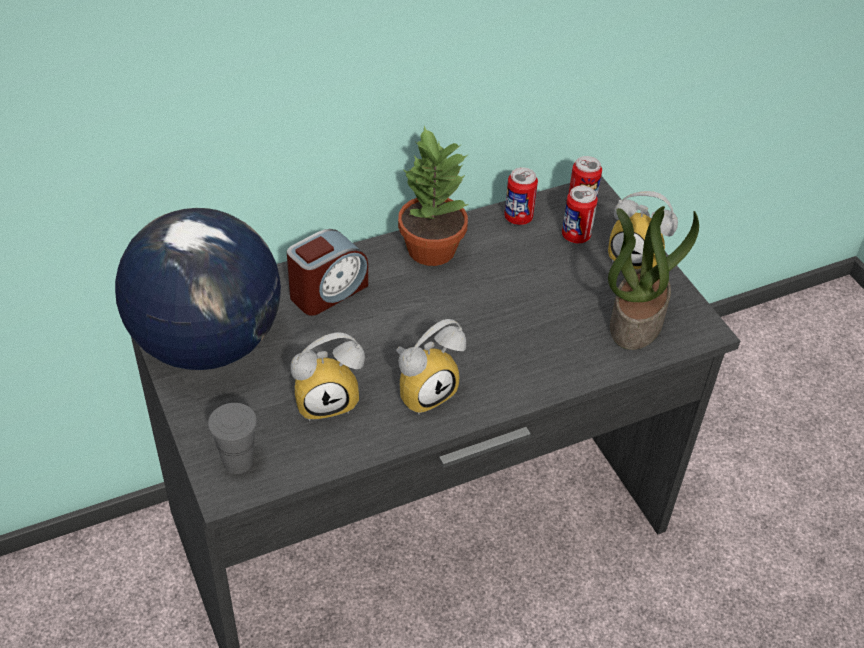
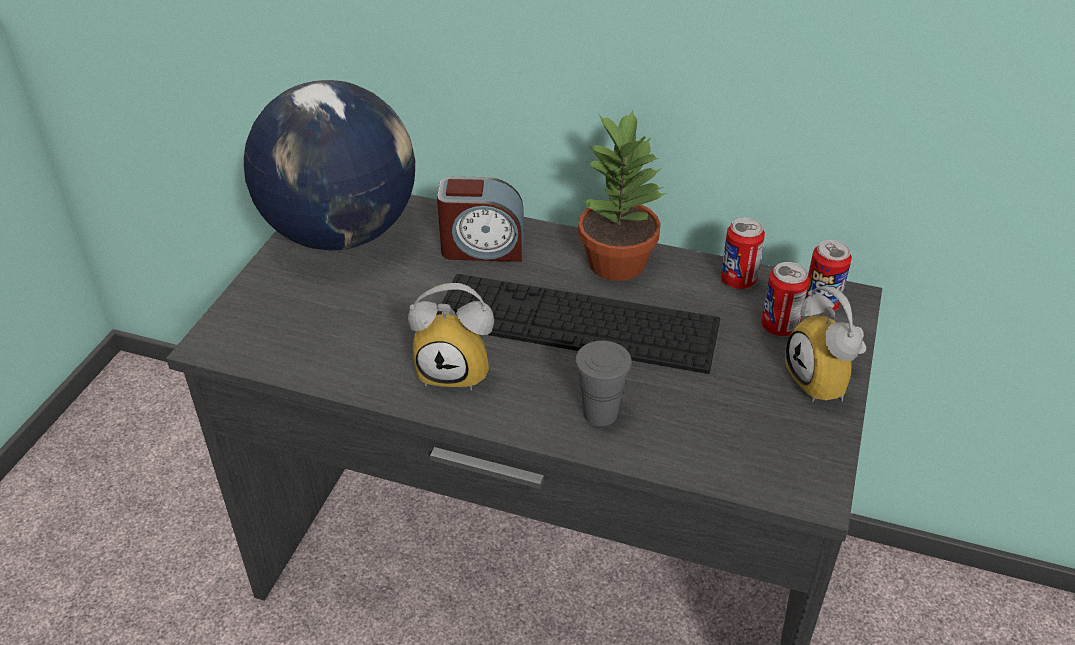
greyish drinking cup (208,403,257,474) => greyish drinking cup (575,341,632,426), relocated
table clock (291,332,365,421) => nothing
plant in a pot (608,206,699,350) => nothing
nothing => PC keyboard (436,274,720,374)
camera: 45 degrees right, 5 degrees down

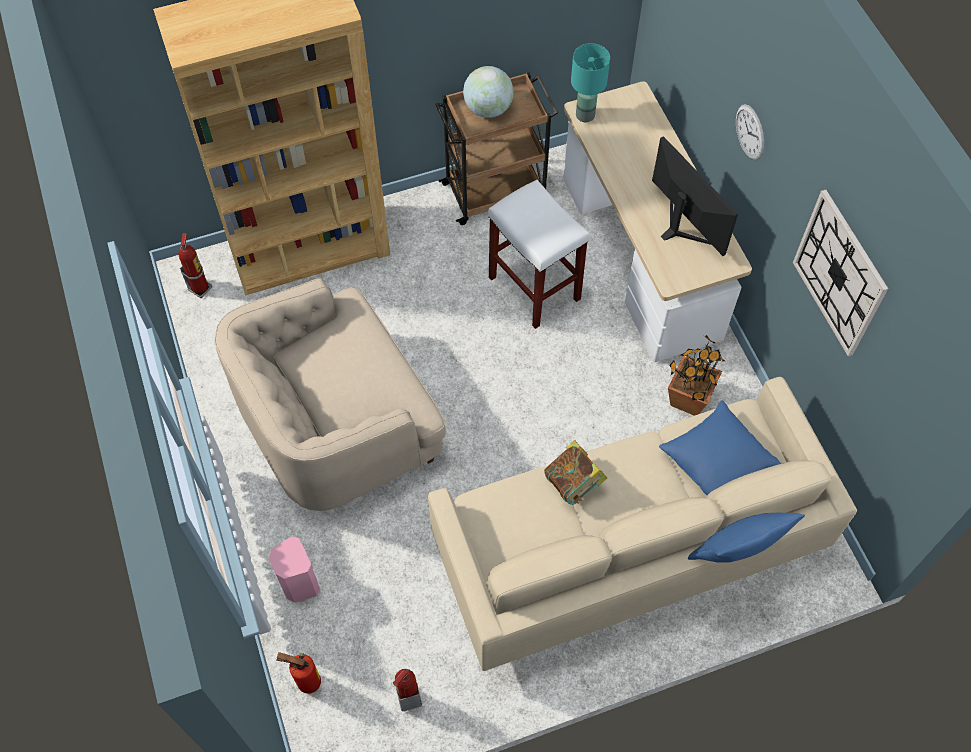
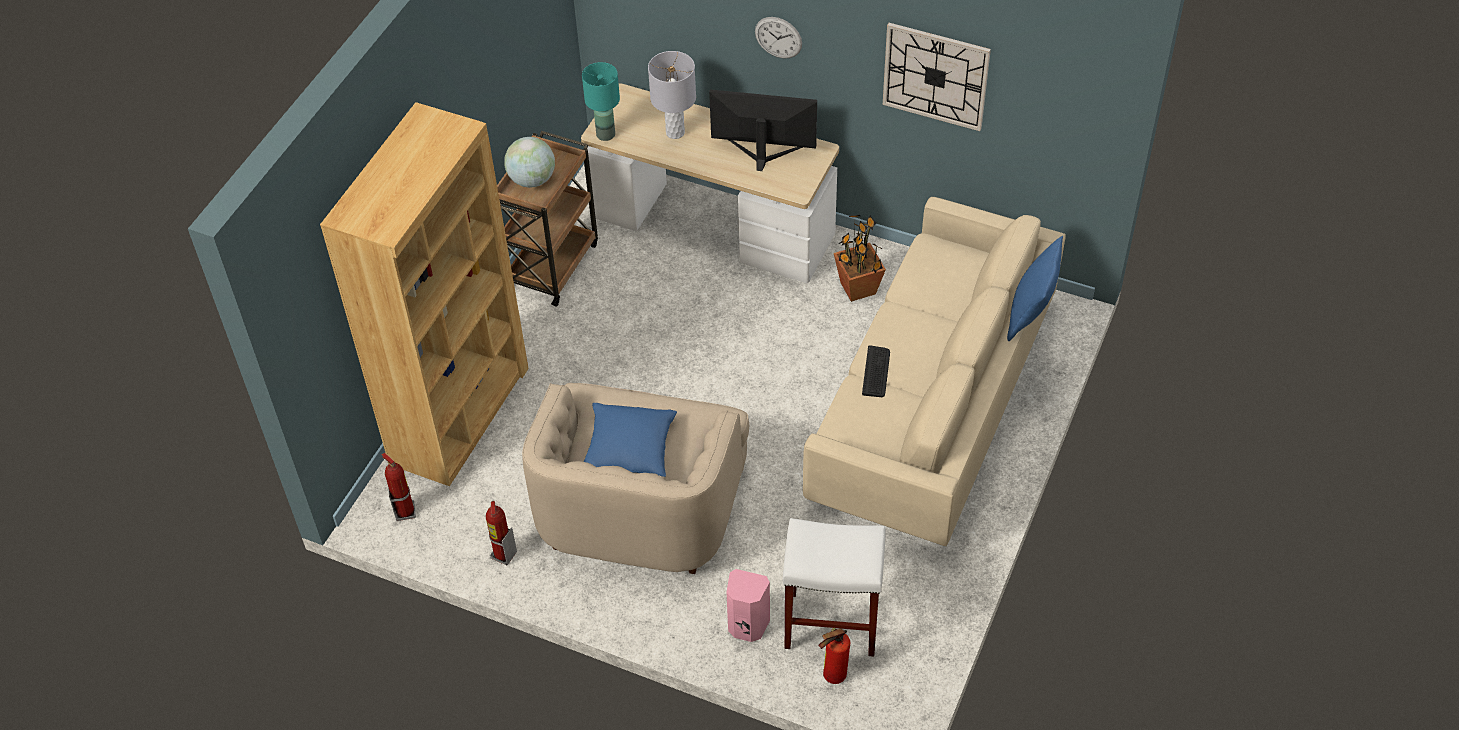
fire-fighting cylinder (393,669,422,711) => fire-fighting cylinder (486,501,517,565), relocated
white sitting stool (488,179,590,329) => white sitting stool (783,518,886,657), relocated
bound book (544,440,607,505) => PC keyboard (862,345,890,397)
bluish pillow (659,400,781,495) => bluish pillow (584,403,677,477), relocated
nothing => greyish tabletop lamp (648,51,696,139)
camera: 45 degrees left, 10 degrees down

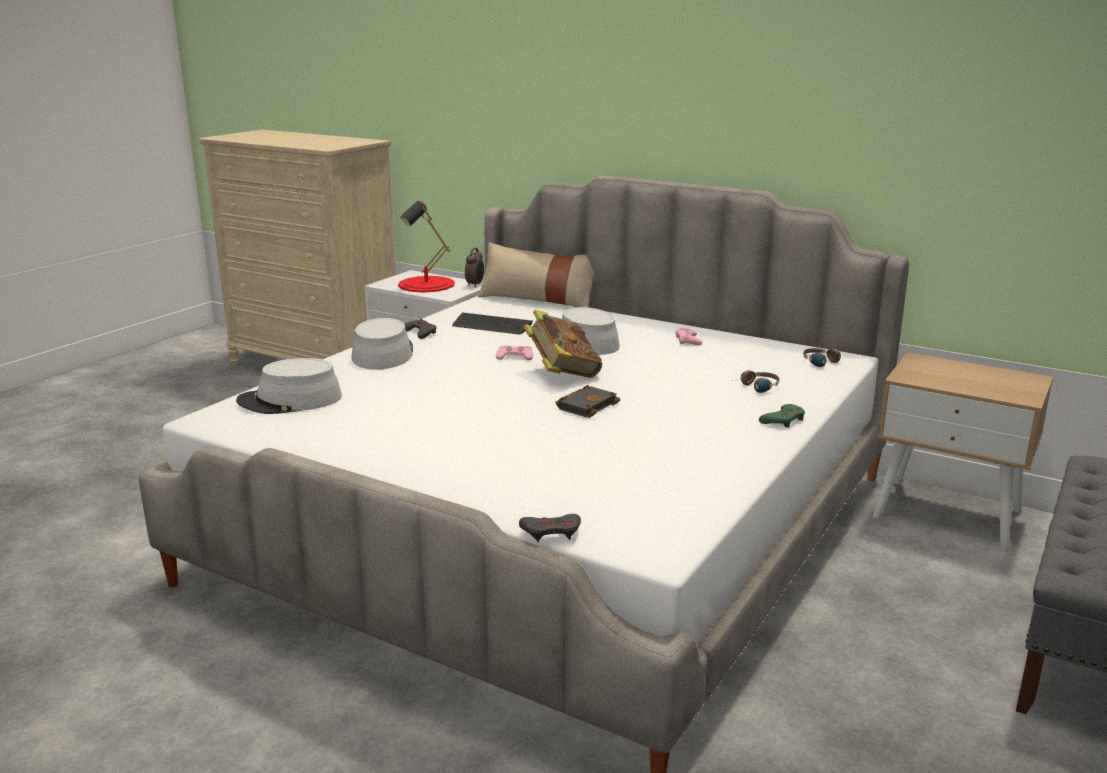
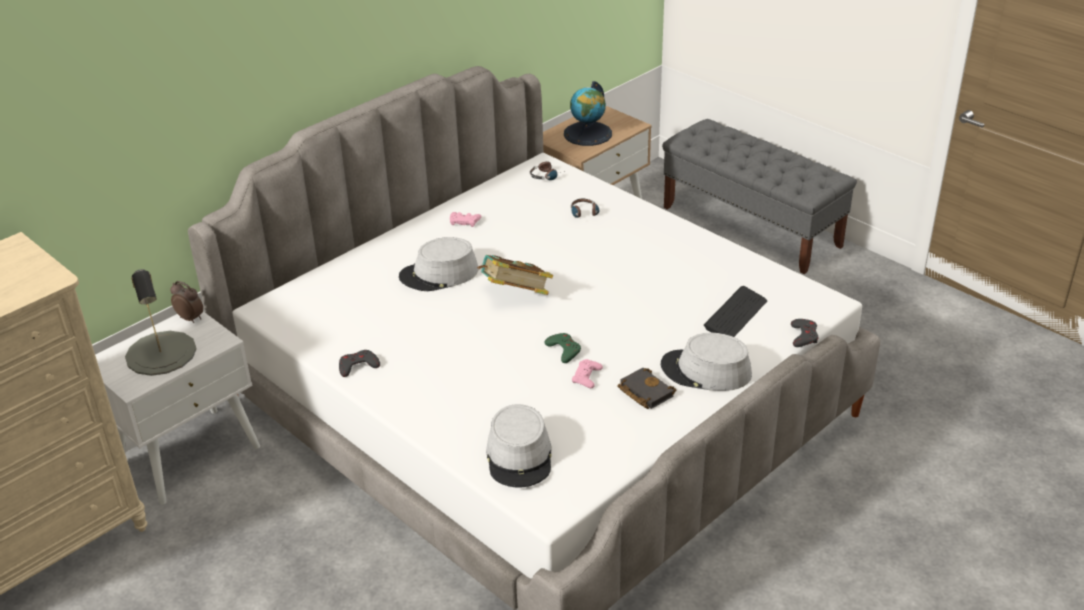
greyish clothing hat (352,318,413,370) => greyish clothing hat (661,333,752,391), relocated
red-coloured tabletop lamp (398,201,455,293) => greyish tabletop lamp (125,269,197,376)
PC keyboard (452,312,533,335) => PC keyboard (704,286,767,337), relocated
beige pillow (478,242,594,308) => nothing
pink gamepad (496,346,533,360) => pink gamepad (572,359,603,388), relocated
blackish bound book (555,385,620,418) => blackish bound book (617,368,676,409), relocated
green-coloured gamepad (759,404,805,428) => green-coloured gamepad (544,333,581,363), relocated
nothing => world globe (564,81,612,146)
camera: 75 degrees left, 15 degrees up

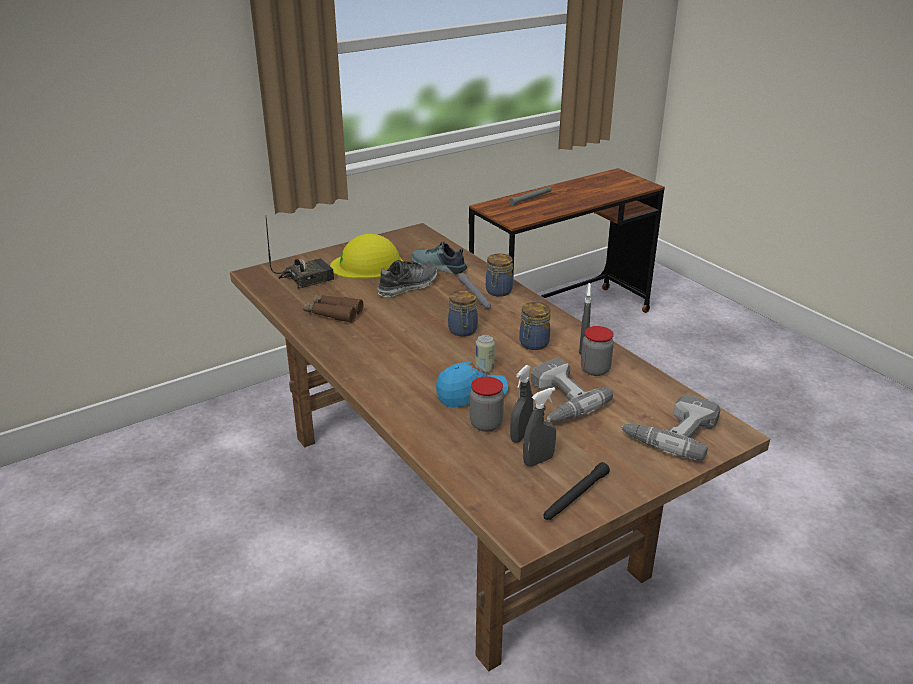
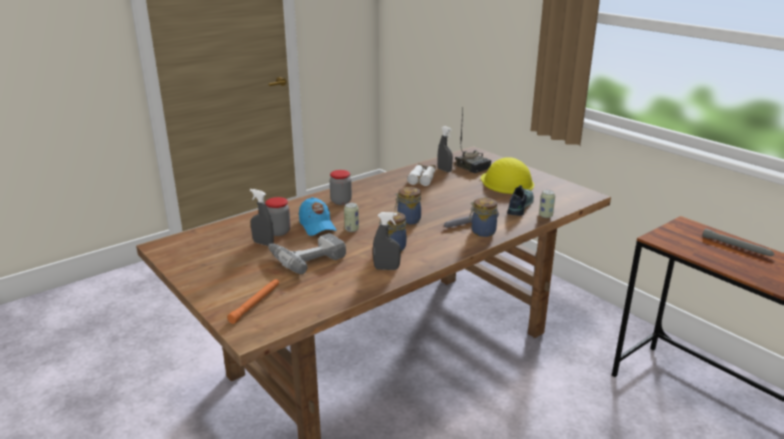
brown field glasses (303,295,363,323) => white field glasses (407,163,436,186)
item of footwear (377,260,437,297) => nothing
greyish spray bottle (523,387,556,467) => greyish spray bottle (437,126,453,172), relocated
blackish torch (543,462,610,520) => nothing
preserve jar (581,326,614,376) => preserve jar (330,170,352,205), relocated
power drill (621,395,720,460) => orange-coloured torch (227,279,279,324)
nothing => can (539,190,555,218)
camera: 85 degrees right, 5 degrees down

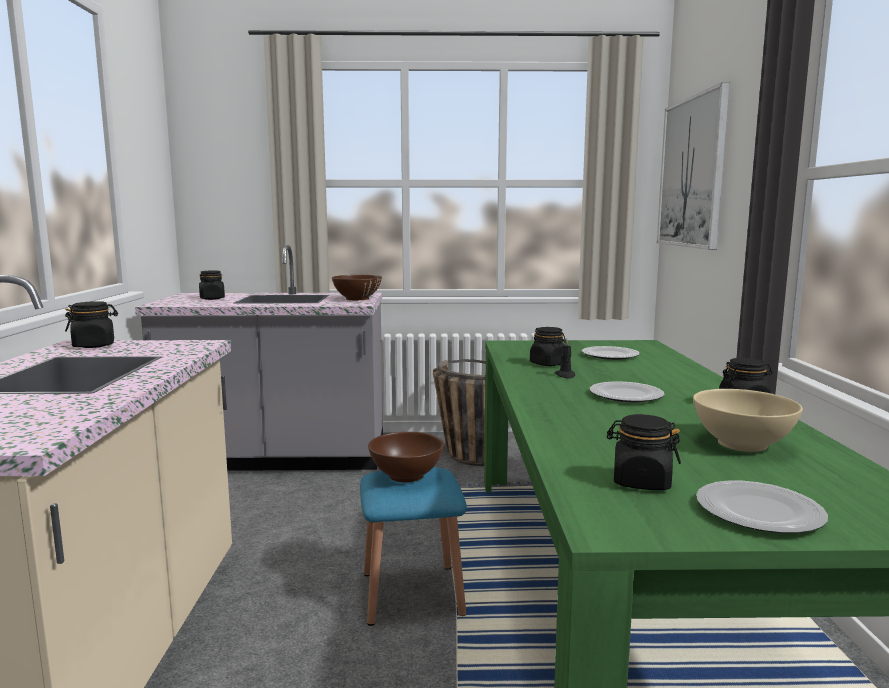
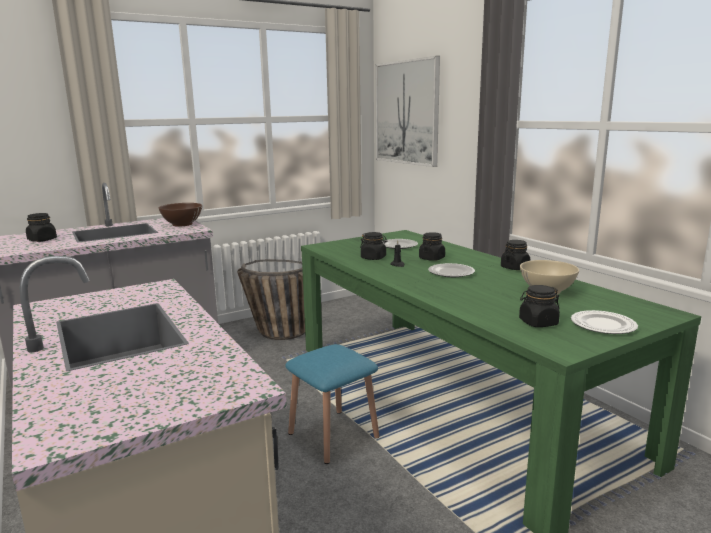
blackish preserve jar (65,301,118,348) => blackish preserve jar (419,232,445,261), relocated
brown deep dish (368,432,444,482) => nothing
camera: 30 degrees left, 5 degrees up

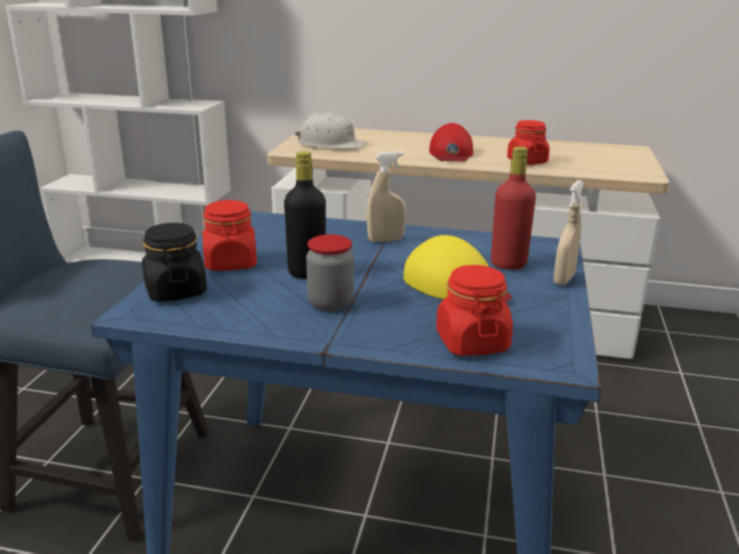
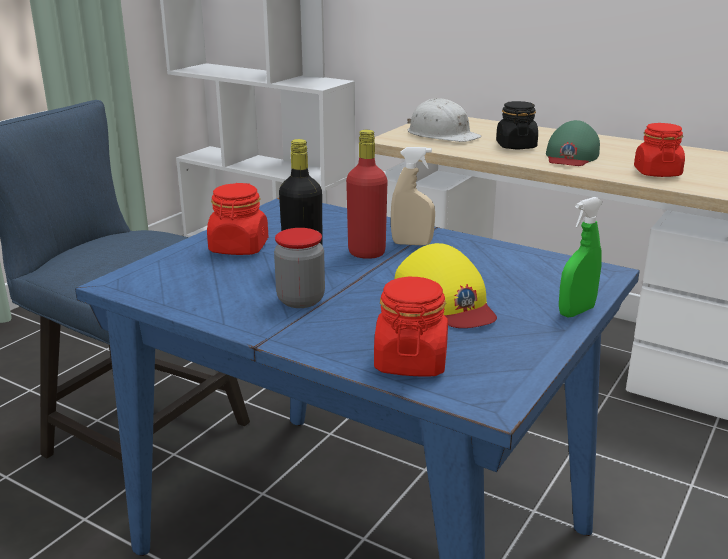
blackish preserve jar (142,223,207,302) => blackish preserve jar (496,101,538,149), relocated
red-coloured peaked cap (429,123,473,162) => green-coloured peaked cap (546,120,600,166)
red-coloured beverage bottle (491,147,536,270) => red-coloured beverage bottle (346,130,388,259), relocated
beige spray bottle (553,180,584,285) => green-coloured spray bottle (559,197,603,317)
camera: 20 degrees right, 0 degrees up

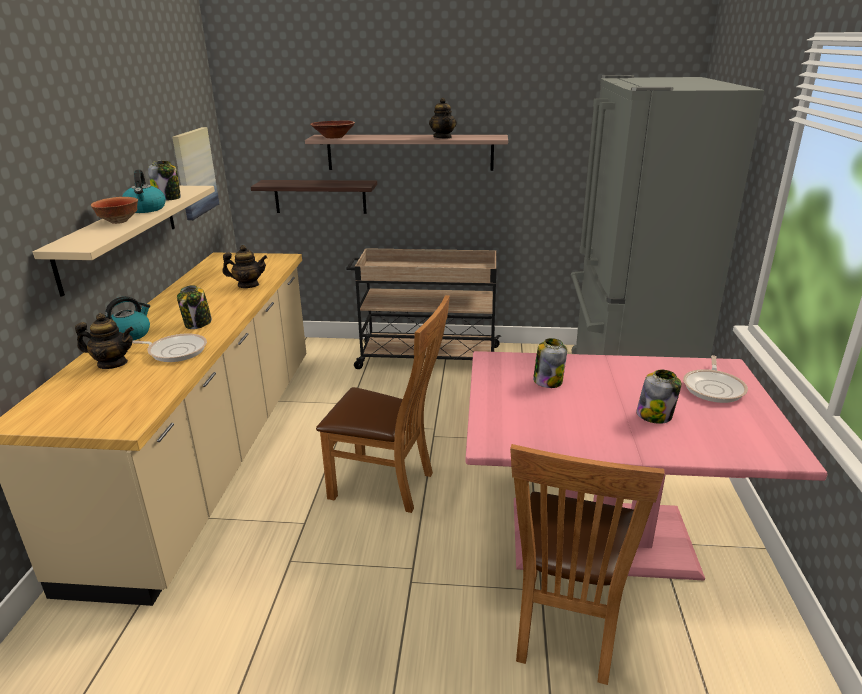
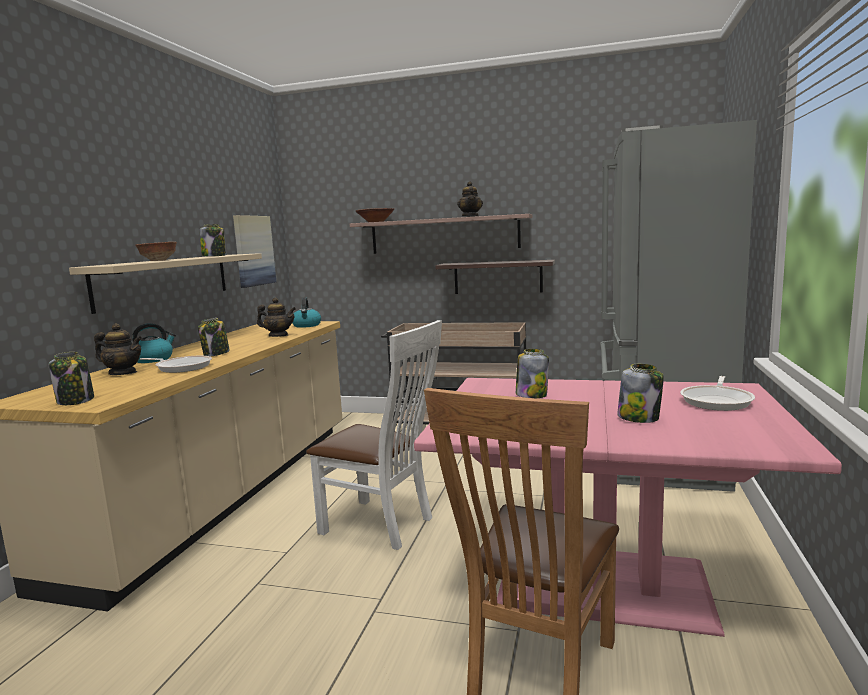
water kettle (122,170,166,213) => water kettle (292,298,321,328), relocated
bracket shelf (251,180,377,214) => bracket shelf (436,260,555,294), relocated
brown chair (316,295,450,513) => white chair (306,320,442,550)
nothing => preserve jar (49,352,94,405)
camera: 10 degrees right, 15 degrees down

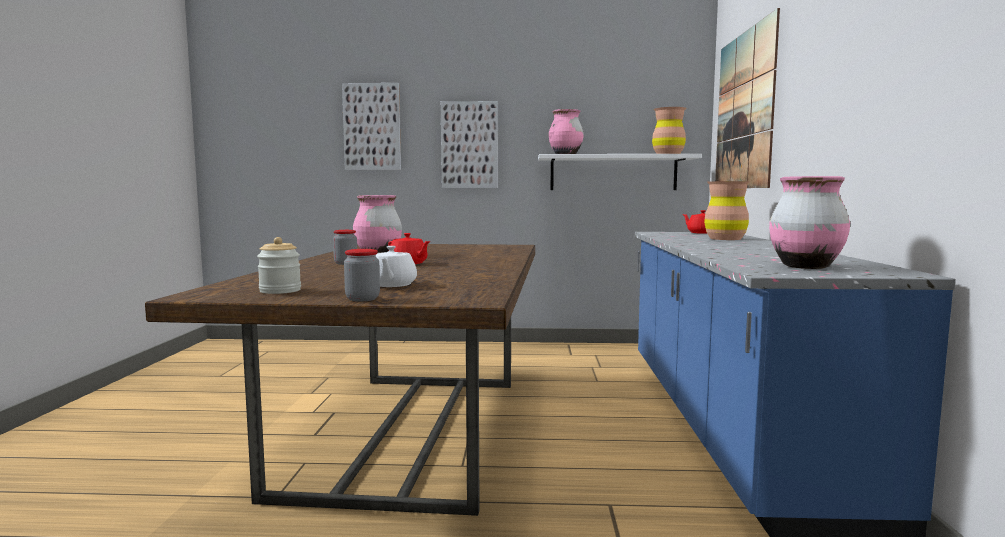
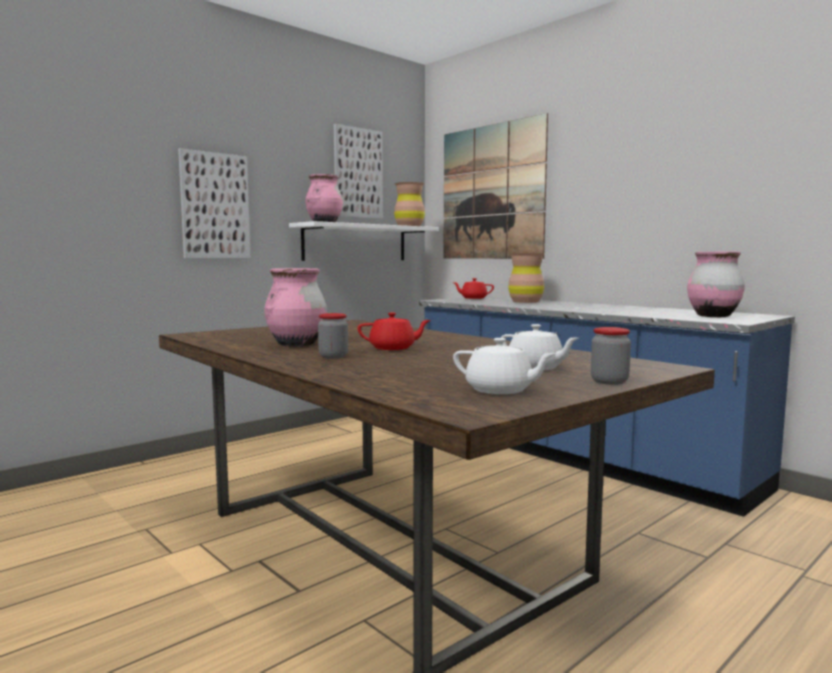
preserve jar (257,237,301,294) => white pot for tea (453,338,556,394)
picture (342,83,401,170) => picture (334,124,383,219), relocated
camera: 45 degrees left, 0 degrees up

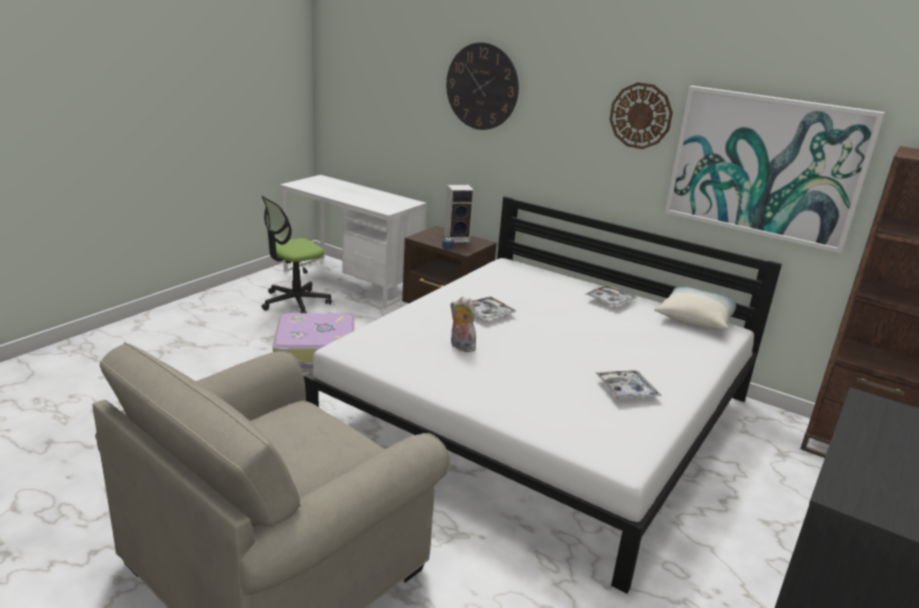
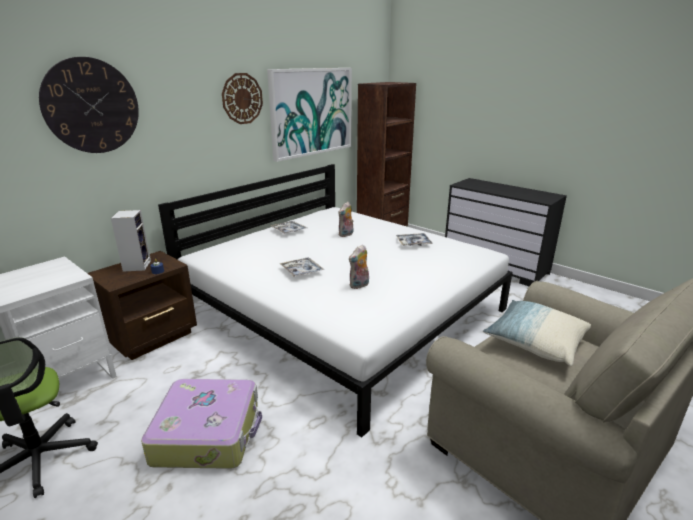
pillow (654,287,738,330) => pillow (483,300,591,366), relocated
nothing => cuddly toy (339,202,353,237)
camera: 80 degrees left, 0 degrees up

